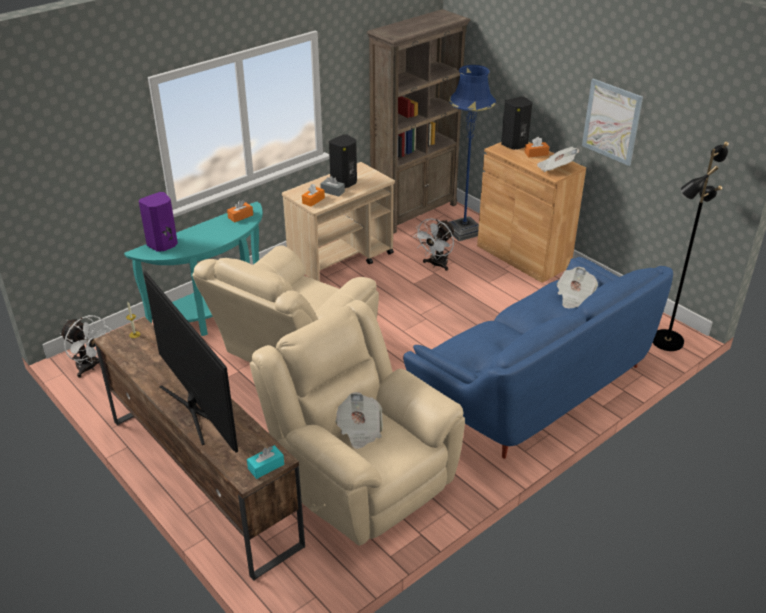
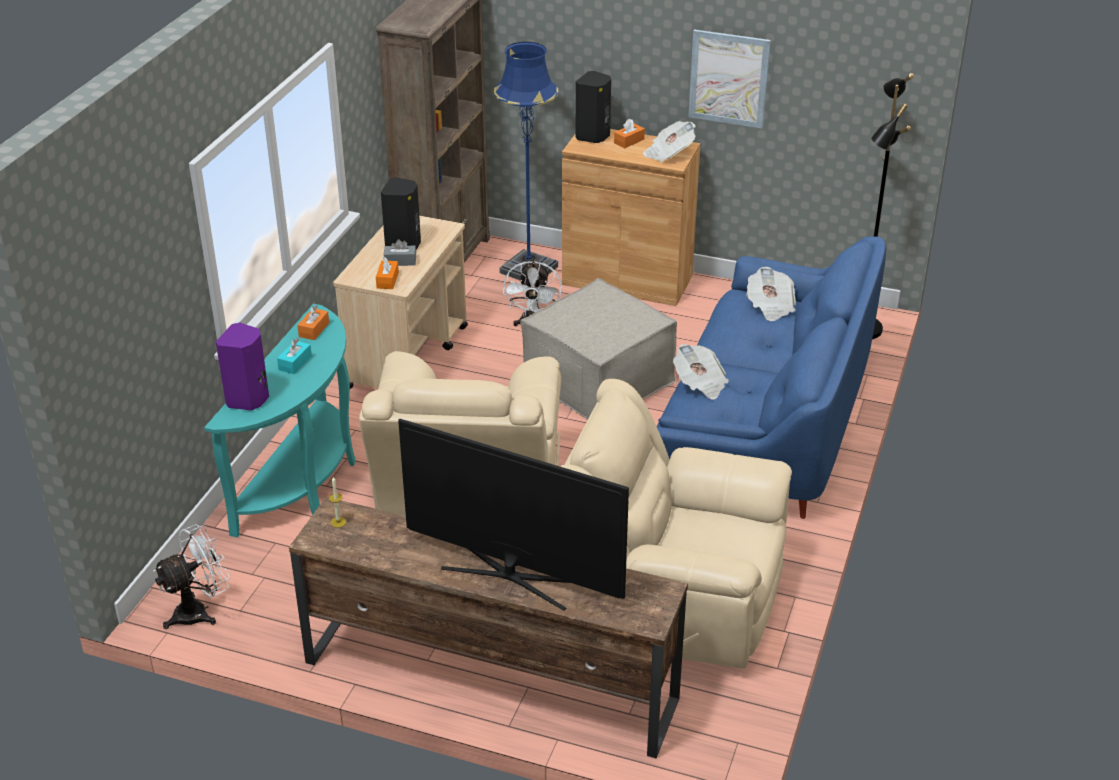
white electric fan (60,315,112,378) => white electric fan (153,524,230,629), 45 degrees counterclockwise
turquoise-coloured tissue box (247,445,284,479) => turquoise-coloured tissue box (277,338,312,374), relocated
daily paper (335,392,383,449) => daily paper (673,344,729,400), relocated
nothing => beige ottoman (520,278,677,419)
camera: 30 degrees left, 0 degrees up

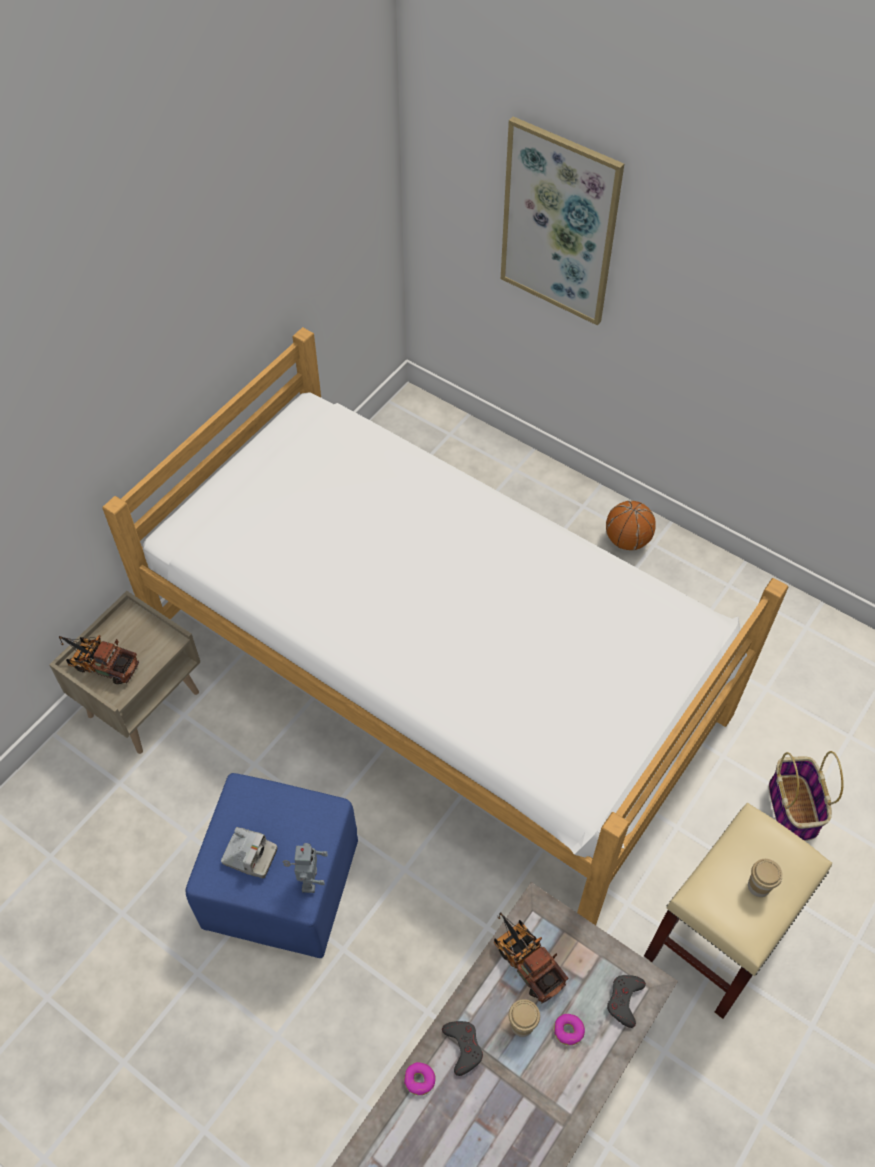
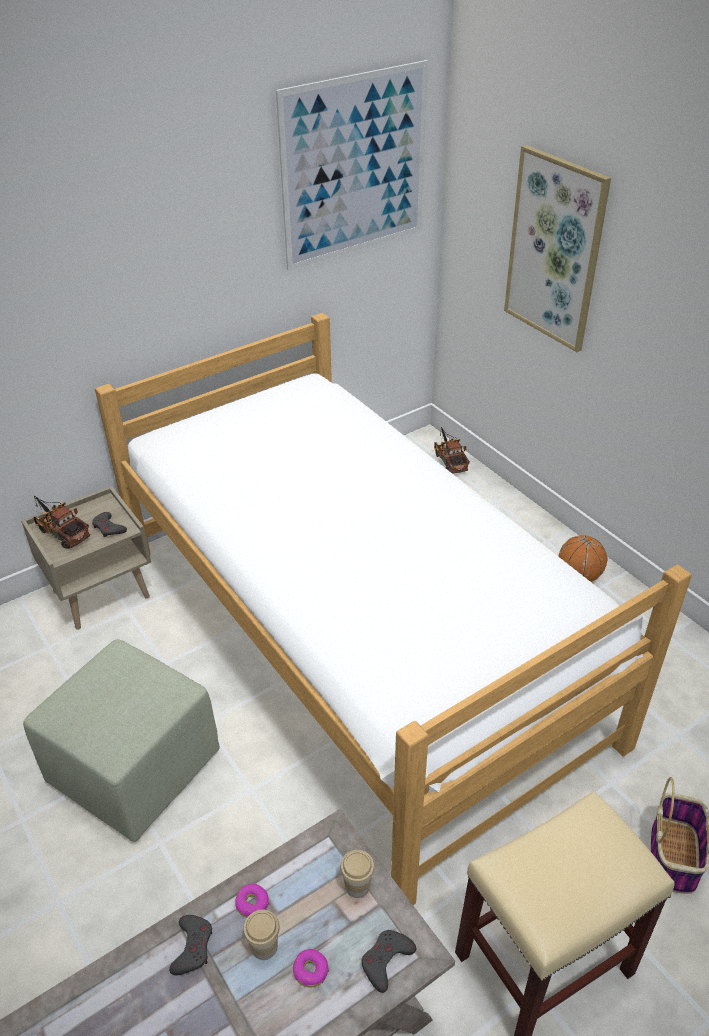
bluish ottoman (185,773,358,958) => green-coloured ottoman (23,639,220,842)
photo camera (221,827,278,878) => nothing
toy robot (283,843,328,893) => nothing
ring doughnut (404,1062,435,1095) => ring doughnut (235,884,269,918), relocated
toy truck (494,912,569,1004) => toy truck (434,427,470,474), relocated
drinking cup (748,859,783,897) => drinking cup (340,850,375,898), relocated
nothing => greyish gamepad (92,512,127,538)
nothing => picture (276,60,428,271)
camera: 20 degrees right, 15 degrees down

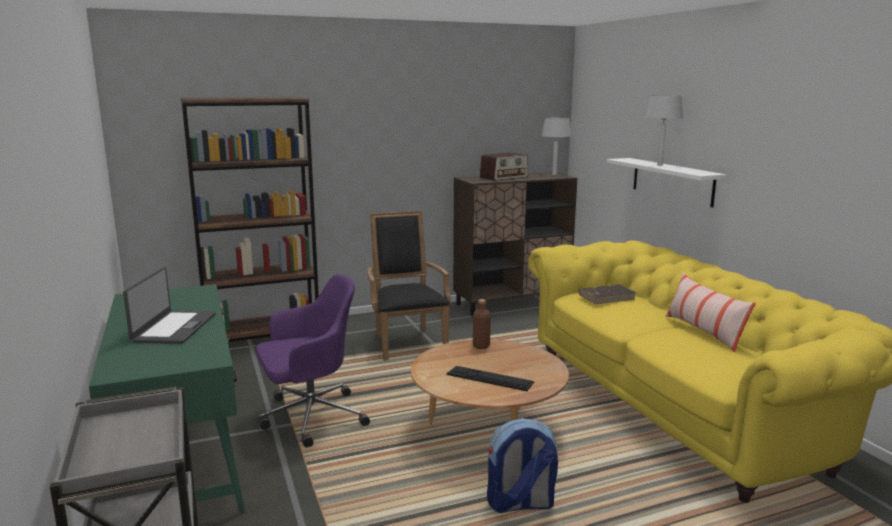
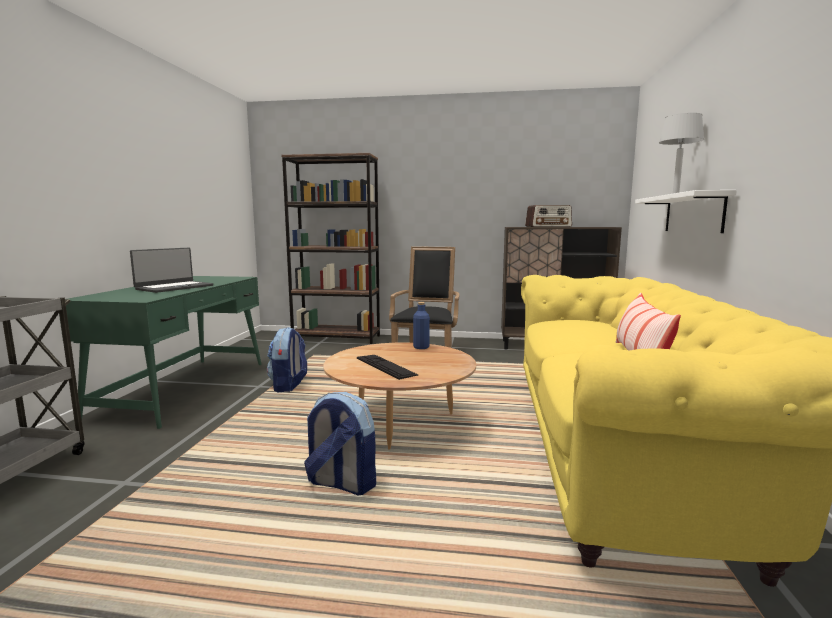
purple-coloured office chair (256,274,370,448) => backpack (267,327,307,392)
brown beverage bottle (473,299,491,349) => bluish beverage bottle (413,302,430,349)
greyish tabletop lamp (541,118,571,175) => nothing
brown bound book (578,284,636,304) => nothing
camera: 30 degrees right, 5 degrees down

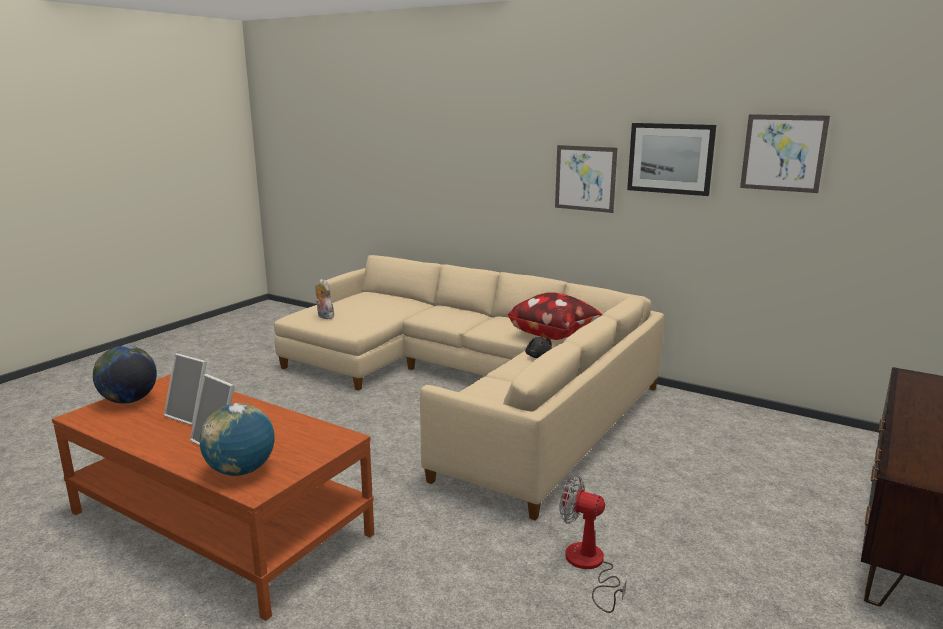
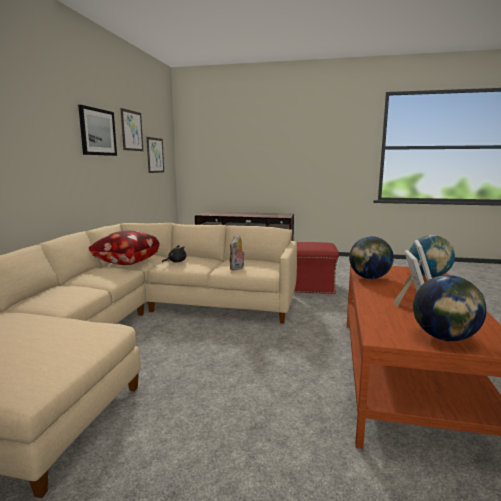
cuddly toy (315,279,334,319) => cuddly toy (230,235,245,271), relocated
picture (555,145,617,213) => picture (147,137,164,173), relocated
electric fan (560,476,627,613) => red-coloured ottoman (294,242,339,294)
nothing => world globe (349,236,394,279)
camera: 110 degrees left, 5 degrees down

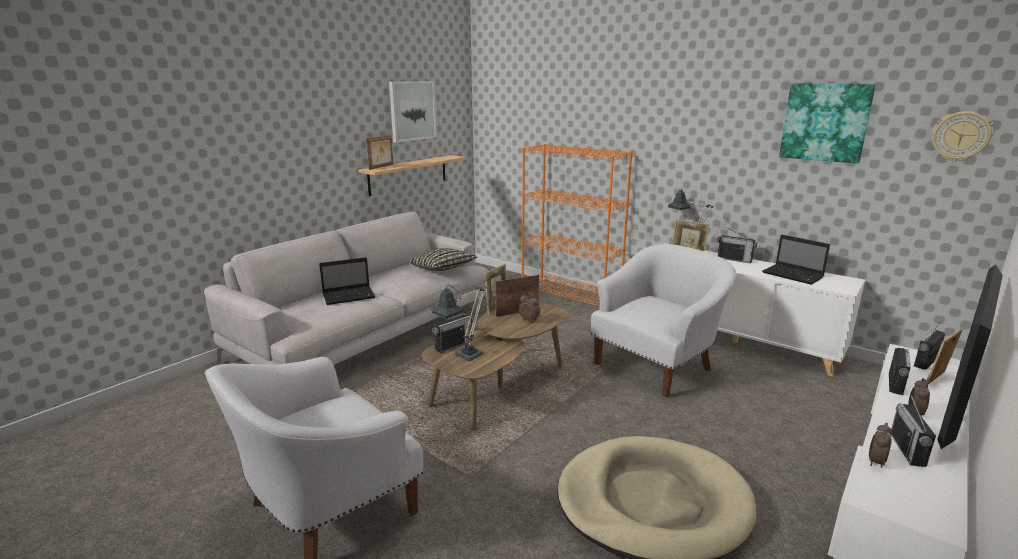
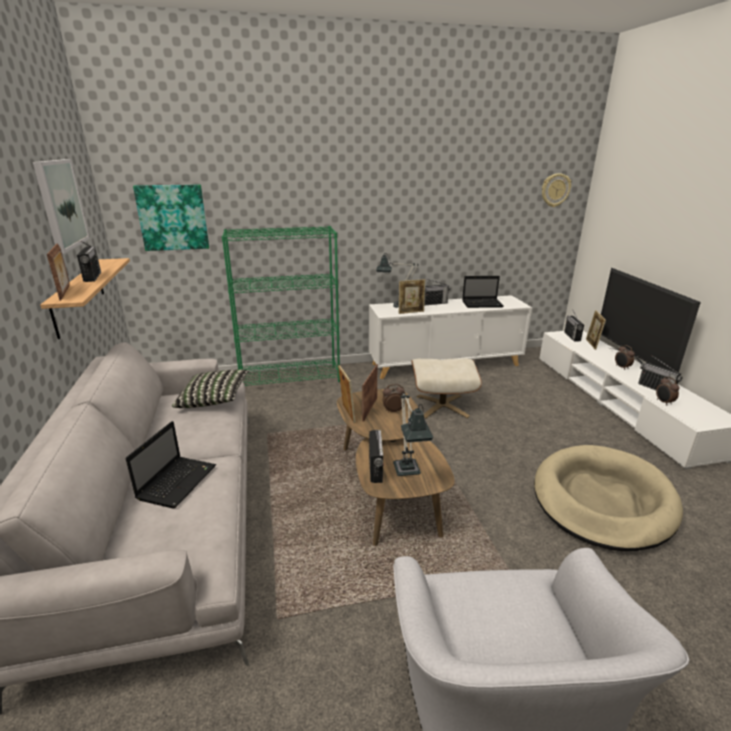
orange-coloured bookcase (522,144,633,306) => green-coloured bookcase (222,226,340,386)
white lounge chair (591,244,736,397) => beige ottoman (411,358,482,419)
picture (779,83,876,164) => picture (133,185,209,251), relocated
radio receiver (889,348,911,395) => radio receiver (77,241,101,282), relocated
camera: 50 degrees left, 5 degrees up

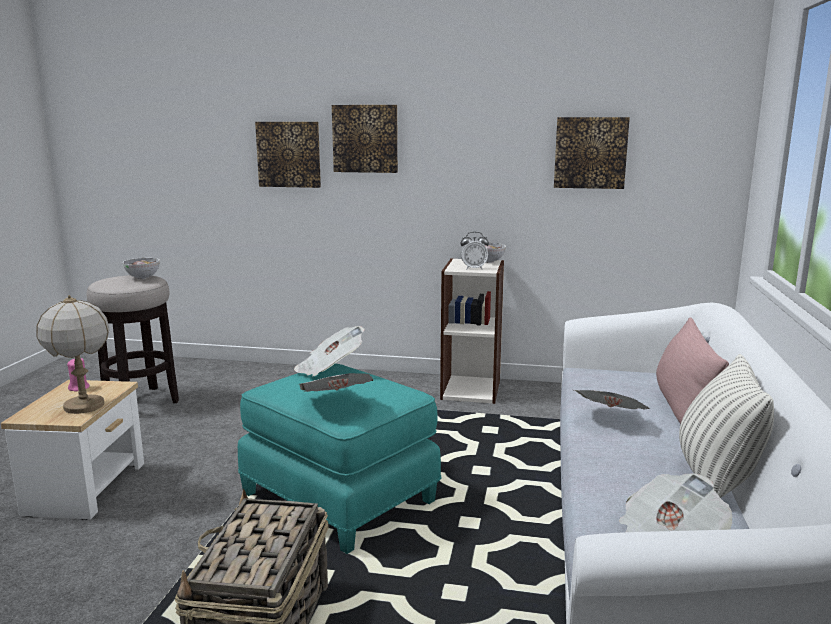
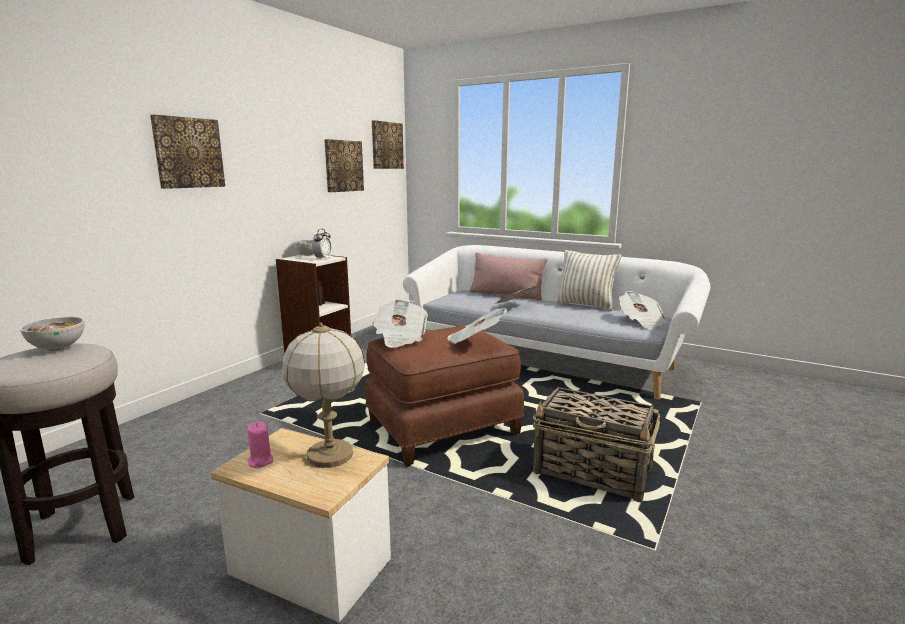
turquoise-coloured ottoman (238,364,441,554) => brown ottoman (365,326,524,467)
picture (255,122,321,188) => picture (372,120,404,169), relocated
camera: 70 degrees left, 0 degrees up

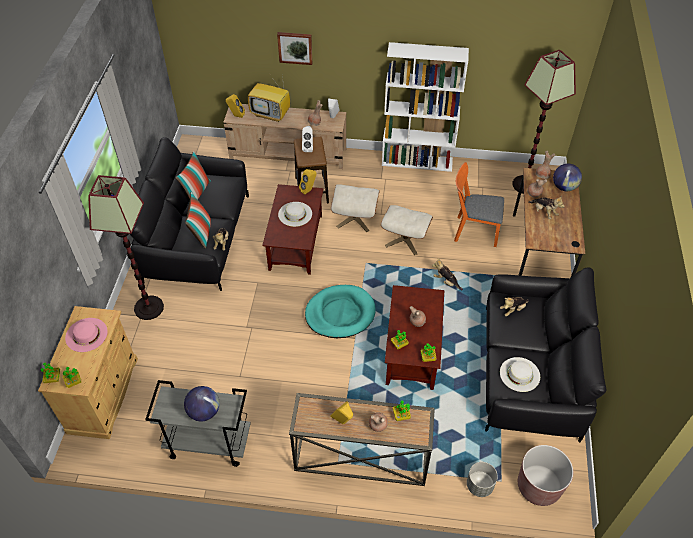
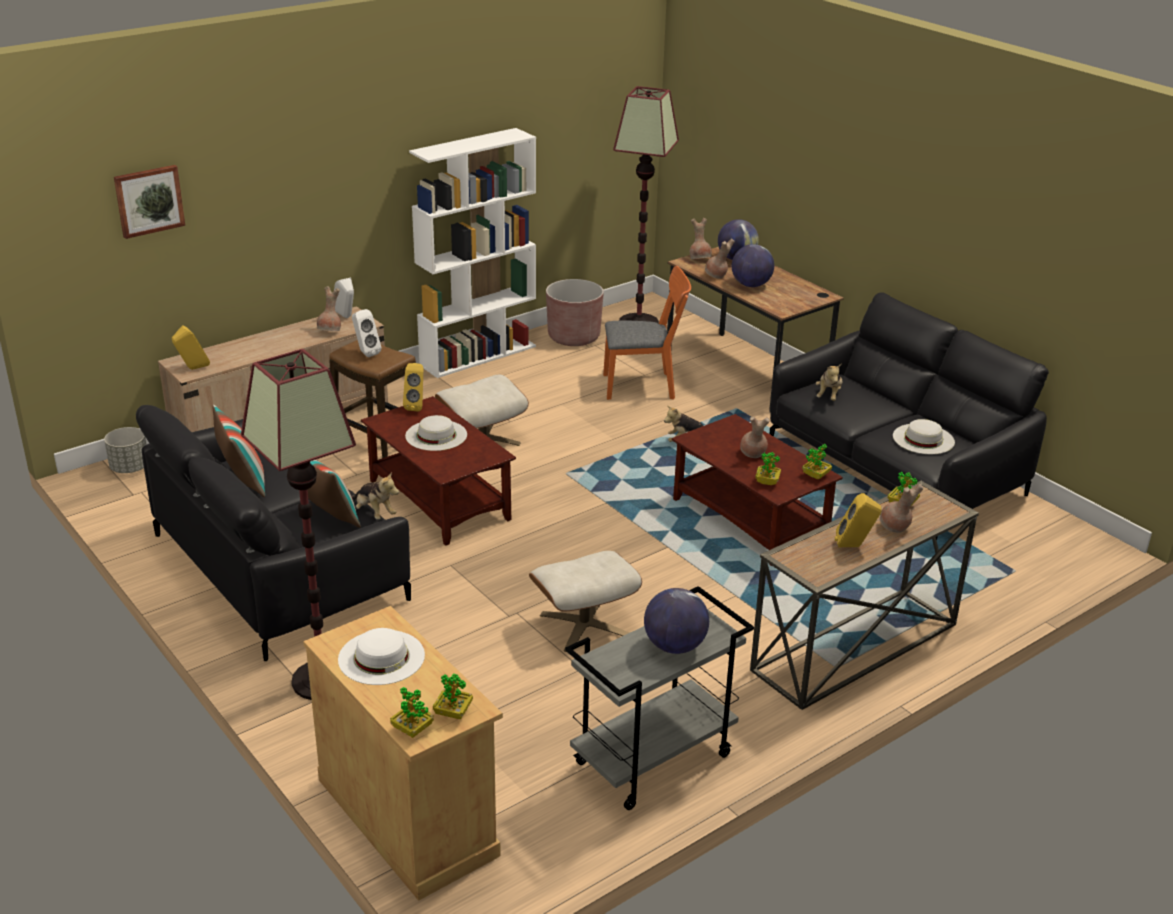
pink clothing hat (65,318,108,352) => white clothing hat (338,628,425,685)
TV set (248,75,290,122) => nothing
picture (277,32,312,65) => picture (114,165,185,239), relocated
turquoise-coloured dog bed (305,285,376,338) => nothing
beige ottoman (381,205,433,255) => beige ottoman (529,551,642,652), relocated
orange-coloured chair (454,162,504,247) => orange-coloured chair (603,266,691,400), 150 degrees counterclockwise
greyish plant pot (467,462,498,497) => greyish plant pot (104,427,147,473), relocated
brown plant pot (518,445,573,506) => brown plant pot (546,279,604,346), relocated
cuddly toy (528,196,565,219) => world globe (732,244,774,287)
camera: 45 degrees left, 20 degrees down

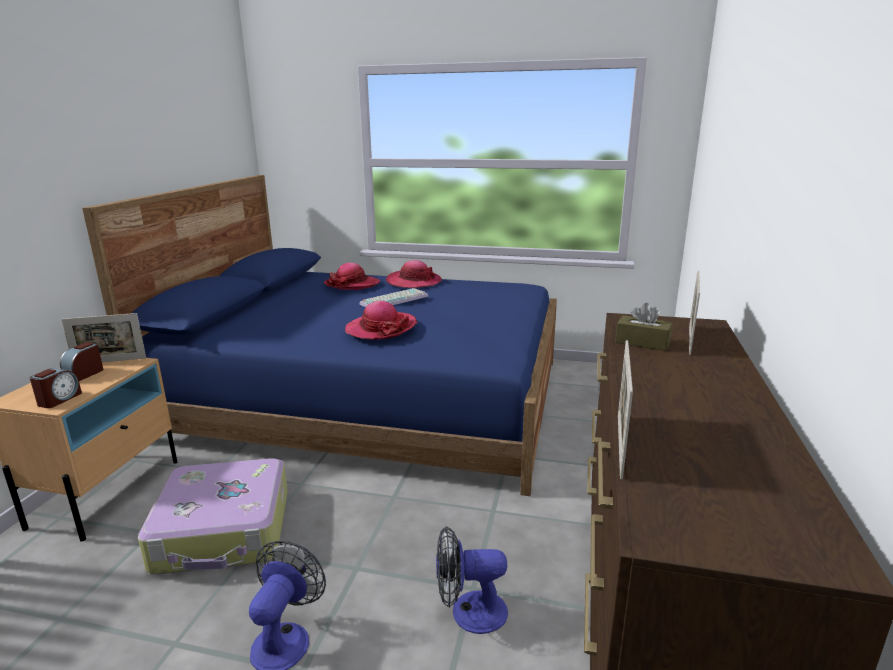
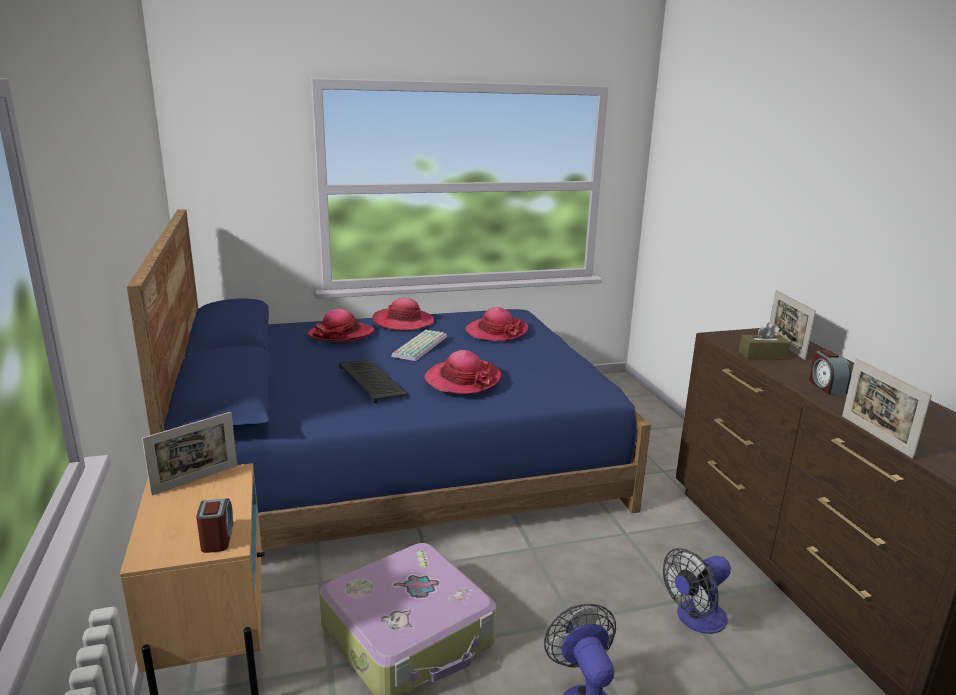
table clock (60,342,104,381) => table clock (809,350,851,395), relocated
nothing => PC keyboard (339,360,408,404)
nothing => clothing hat (465,307,528,341)
camera: 30 degrees left, 0 degrees up

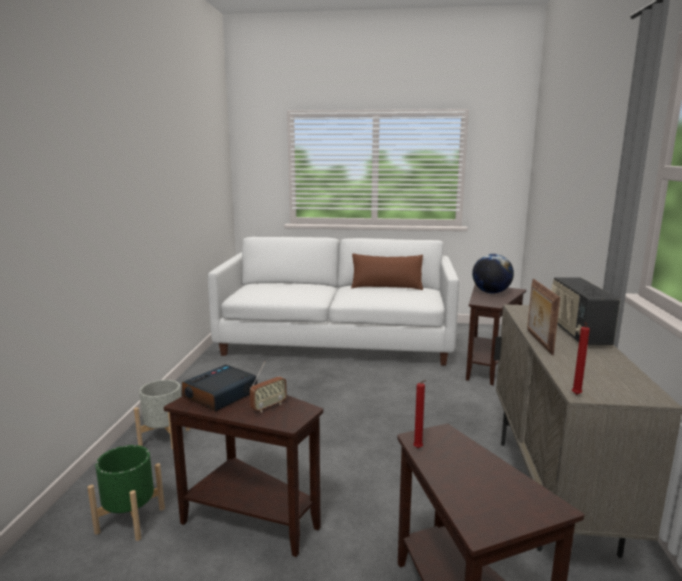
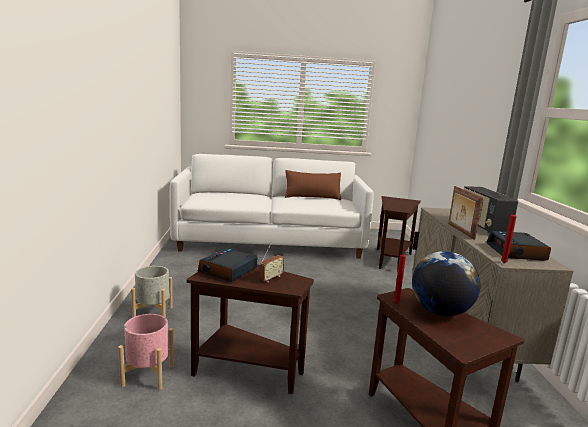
green-coloured plant pot (87,445,165,541) => pink plant pot (118,314,174,390)
world globe (472,254,514,294) => world globe (412,251,480,316), relocated
nothing => table clock (486,231,551,261)
camera: 10 degrees left, 0 degrees up

